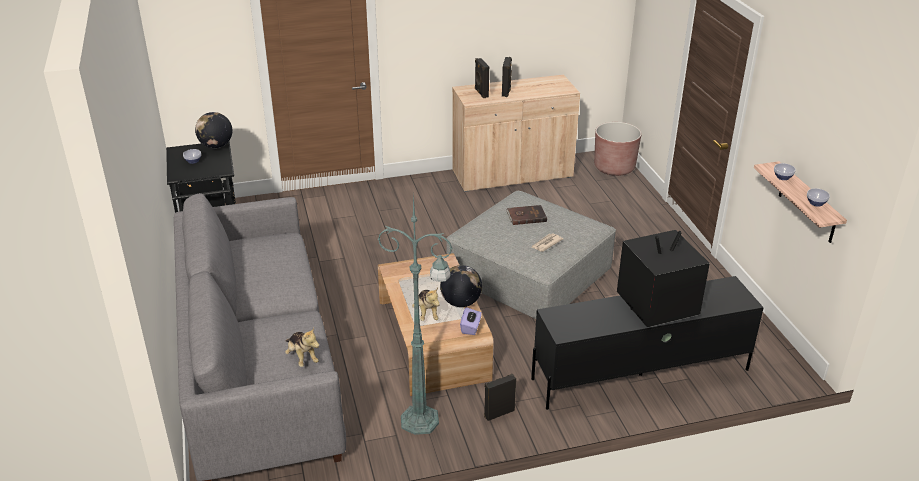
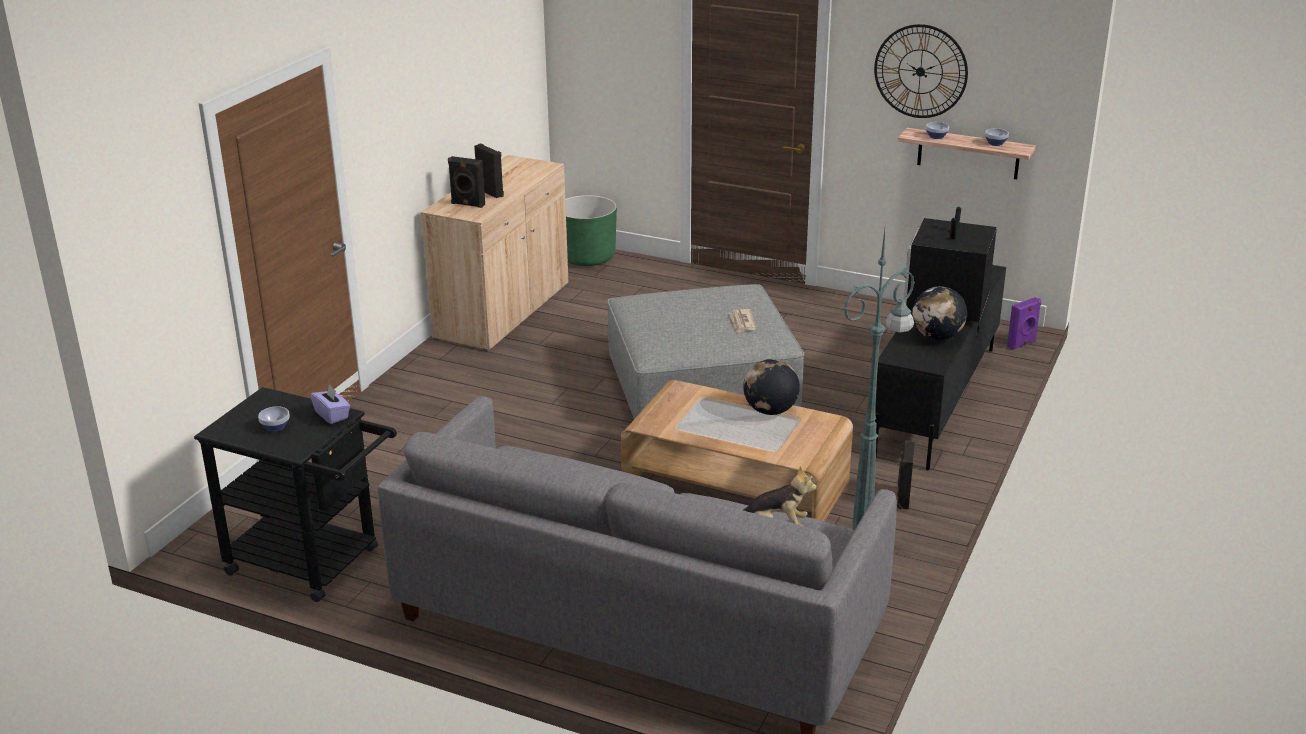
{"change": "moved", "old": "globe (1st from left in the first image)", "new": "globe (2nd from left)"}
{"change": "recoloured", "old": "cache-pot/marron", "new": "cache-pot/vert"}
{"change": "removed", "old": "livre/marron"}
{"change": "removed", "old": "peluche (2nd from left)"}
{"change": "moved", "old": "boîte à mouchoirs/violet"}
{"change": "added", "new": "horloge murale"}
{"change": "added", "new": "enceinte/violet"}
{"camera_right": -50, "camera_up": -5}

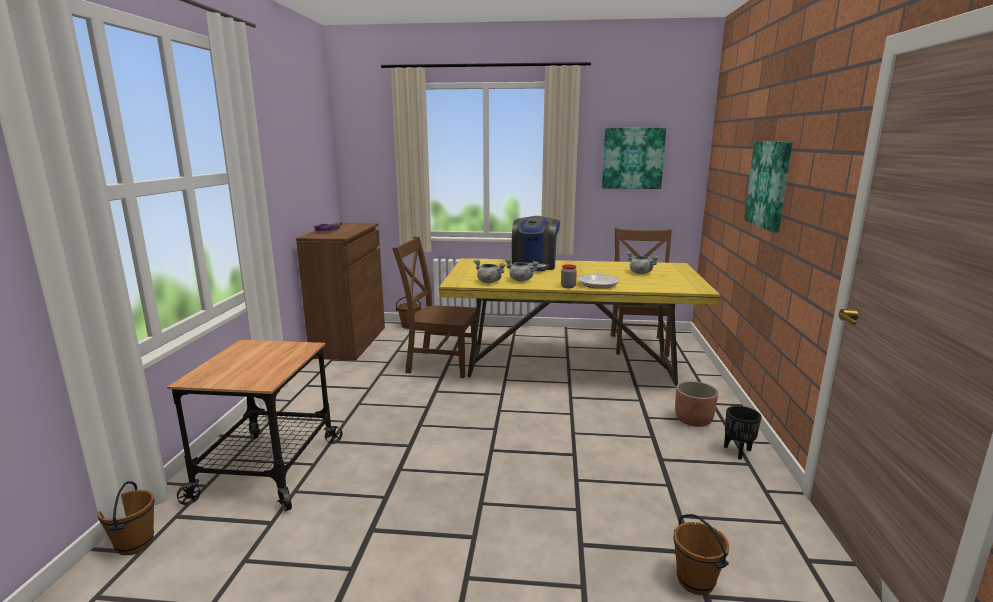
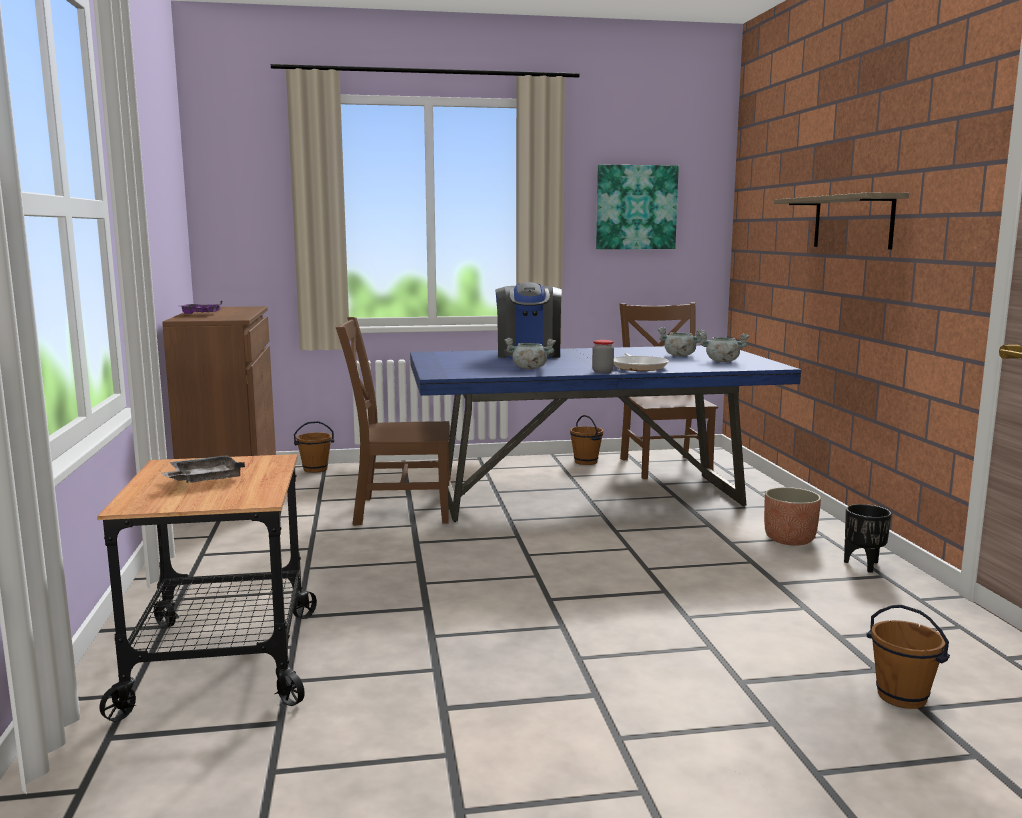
{"change": "replaced", "old": "tableau (2nd from left)", "new": "étagère"}
{"change": "recoloured", "old": "table à manger/jaune", "new": "table à manger/bleu"}
{"change": "moved", "old": "marmite/gris (1st from left in the first image)", "new": "marmite/gris (3rd from left)"}
{"change": "moved", "old": "seau/marron (1st from left in the first image)", "new": "seau/marron (2nd from left)"}
{"change": "added", "new": "plateau/gris"}
{"camera_right": -15, "camera_up": -5}

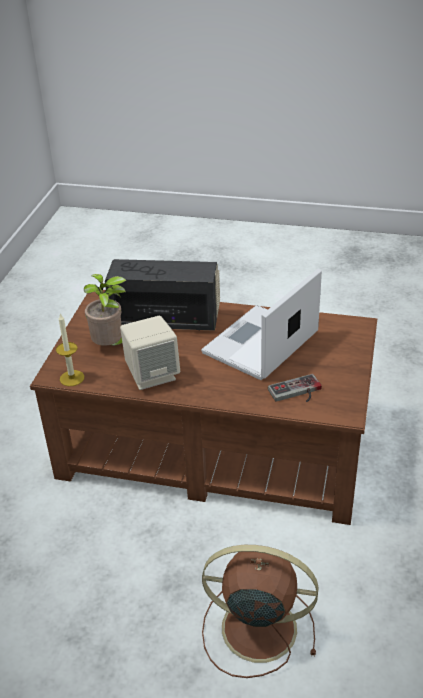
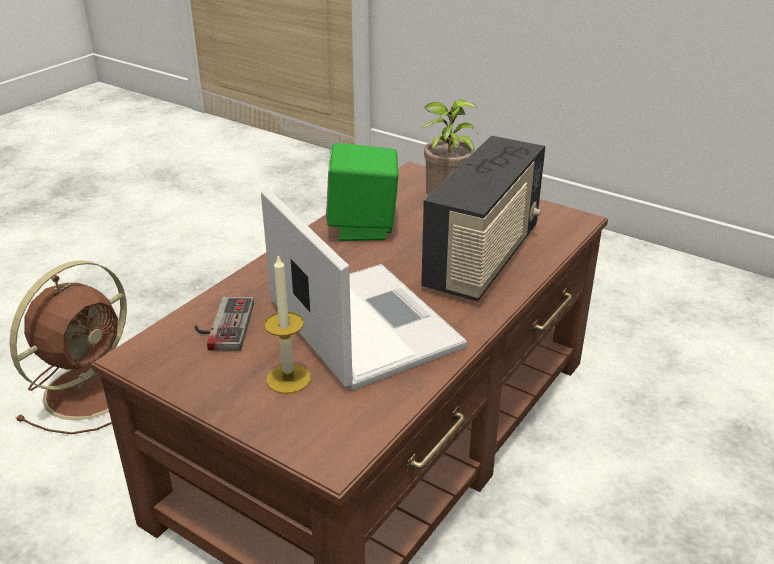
{"change": "moved", "old": "bougie"}
{"change": "recoloured", "old": "enceinte/beige", "new": "enceinte/vert"}
{"camera_right": 110, "camera_up": -5}

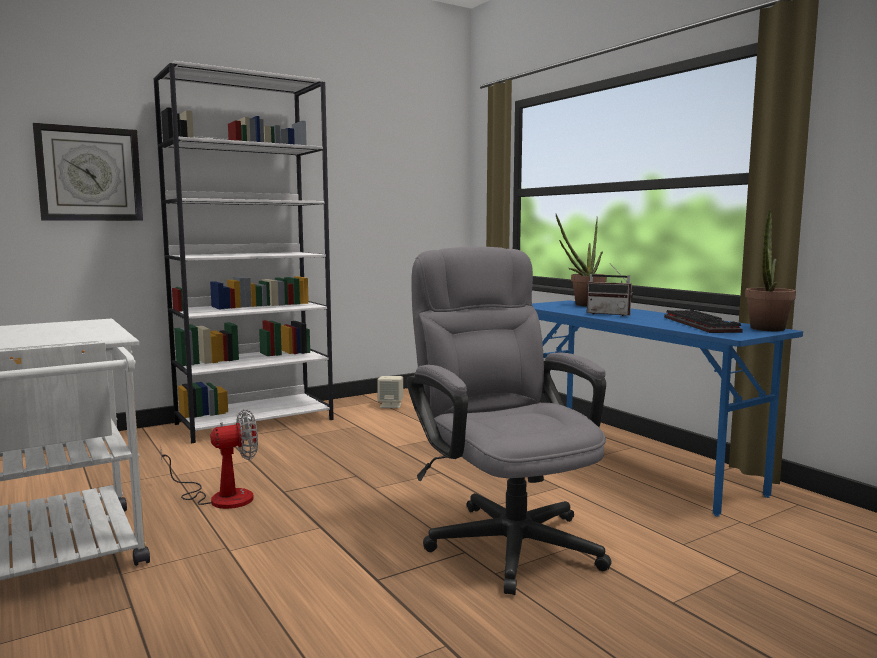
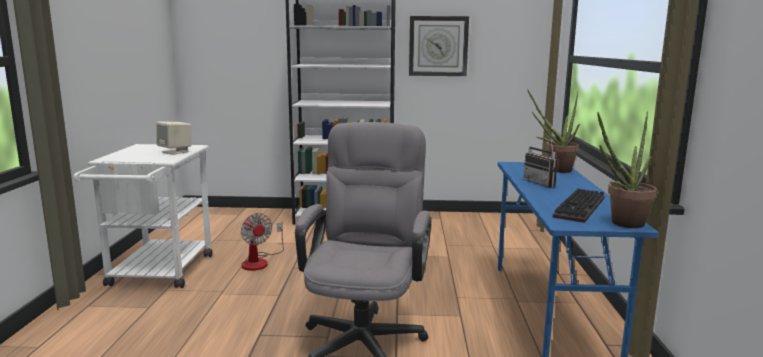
{"change": "moved", "old": "horloge murale"}
{"change": "moved", "old": "enceinte/beige"}
{"change": "turned", "old": "ventilateur", "degrees": 45}
{"camera_right": 35, "camera_up": 5}

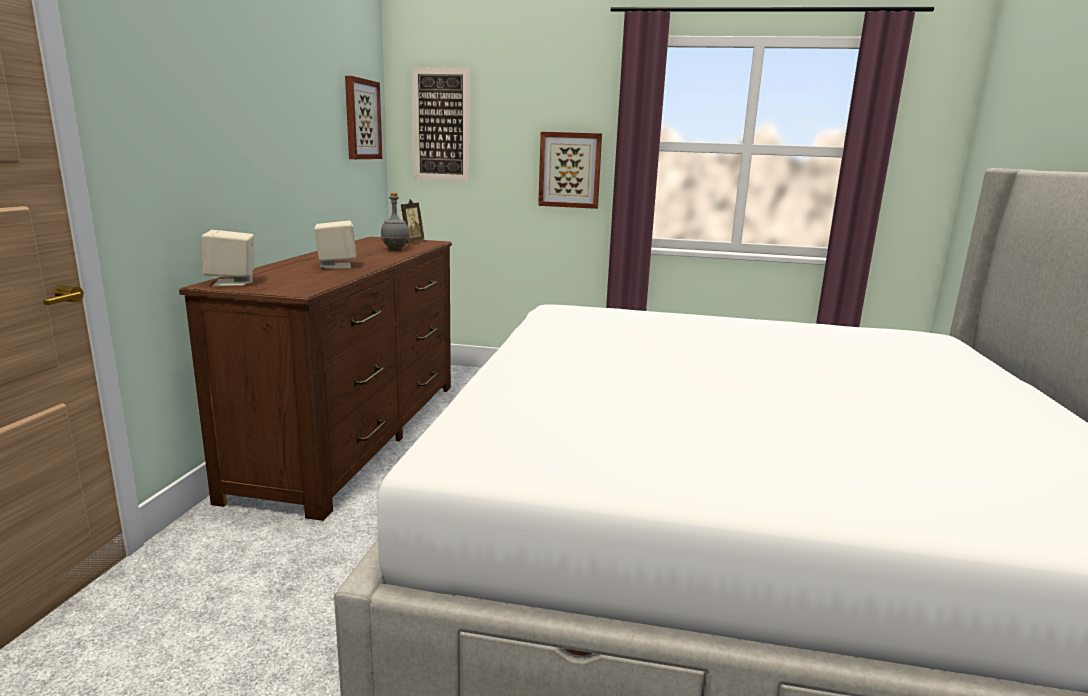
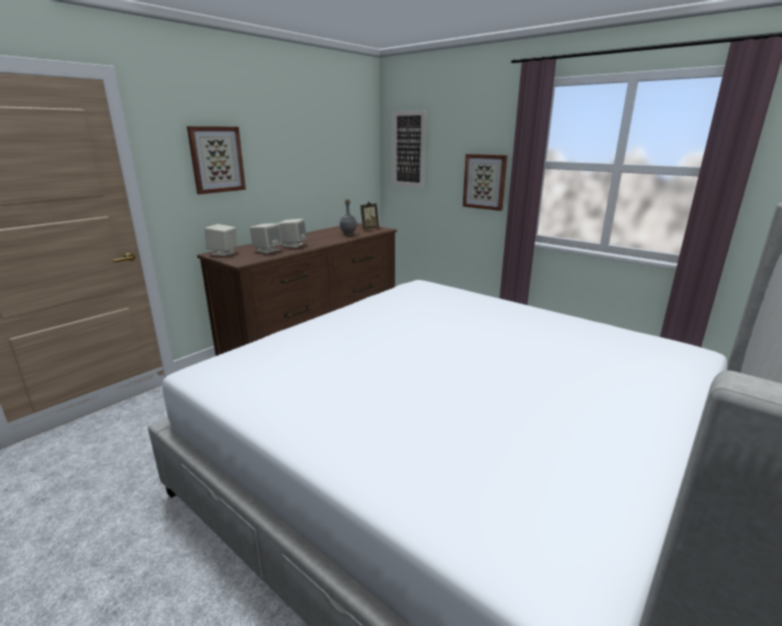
{"change": "moved", "old": "tableau (1st from left)"}
{"change": "added", "new": "enceinte/beige (2nd from left)"}
{"camera_right": 30, "camera_up": 5}

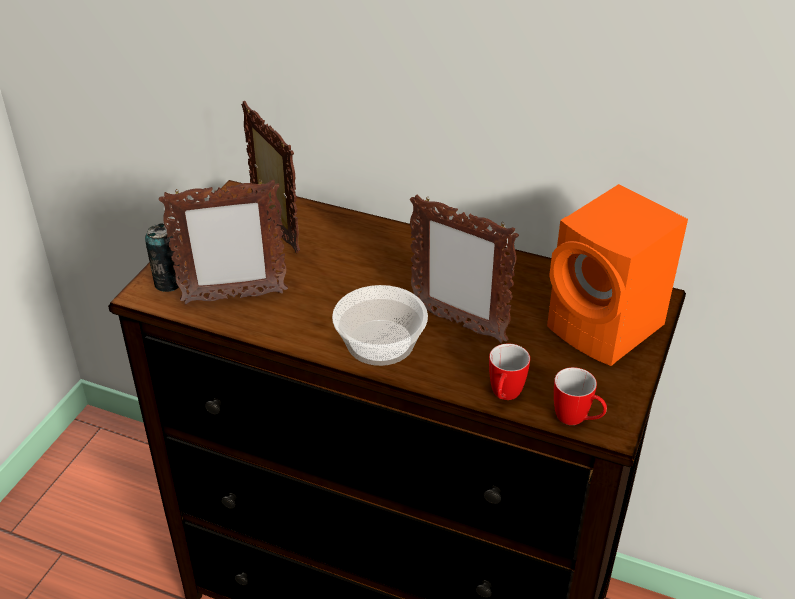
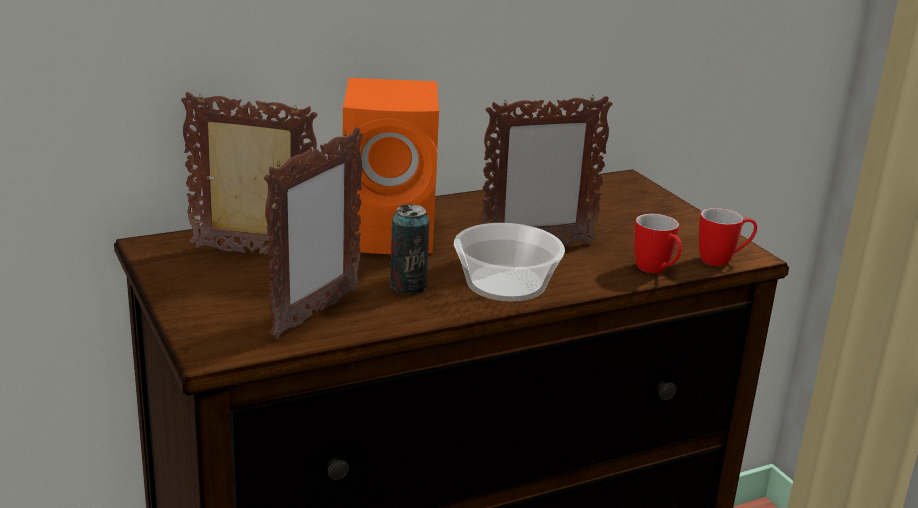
{"change": "moved", "old": "enceinte/orange"}
{"change": "moved", "old": "boîte métallique"}
{"camera_right": -50, "camera_up": -15}

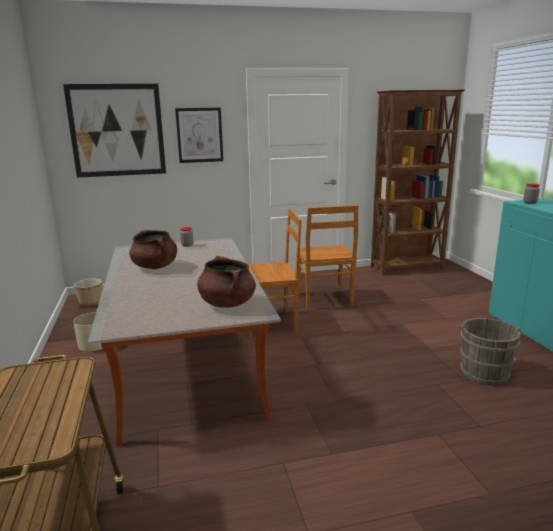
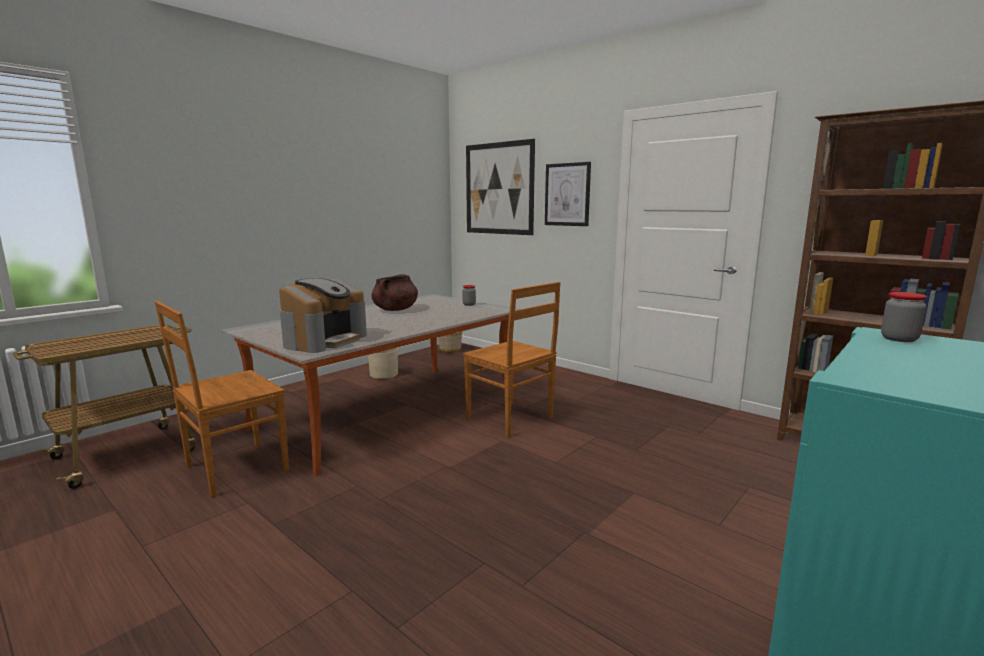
{"change": "moved", "old": "chaise/marron (2nd from left in the first image)", "new": "chaise/marron (1st from left)"}
{"change": "replaced", "old": "marmite/marron (2nd from left)", "new": "machine à café"}
{"change": "removed", "old": "seau/gris"}
{"camera_right": 55, "camera_up": -5}

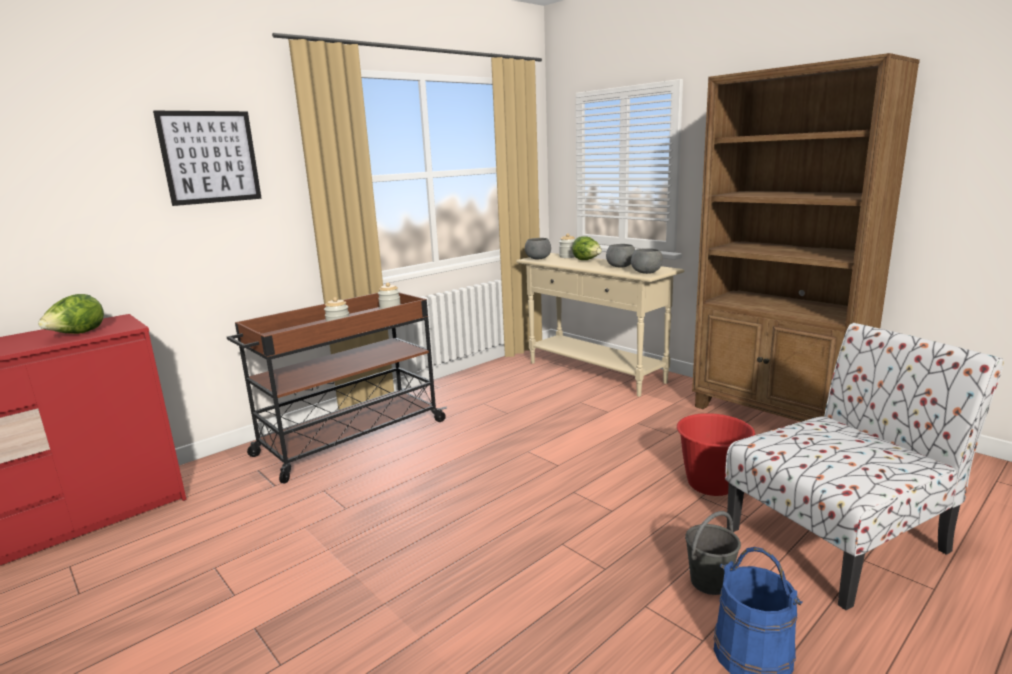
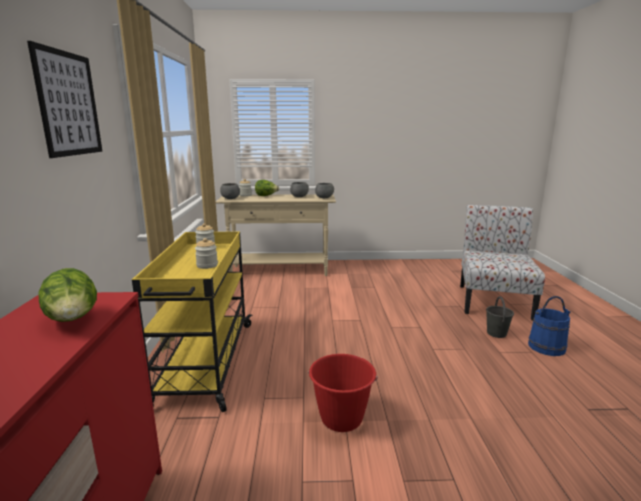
{"change": "removed", "old": "bibliothèque/marron"}
{"change": "recoloured", "old": "chariot/marron", "new": "chariot/jaune"}
{"change": "moved", "old": "seau/rouge"}
{"camera_right": -50, "camera_up": 0}

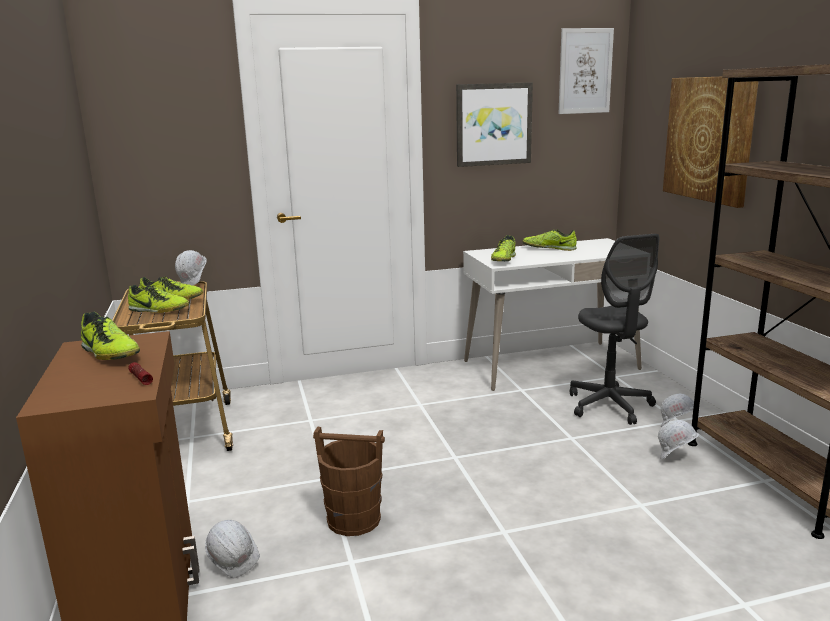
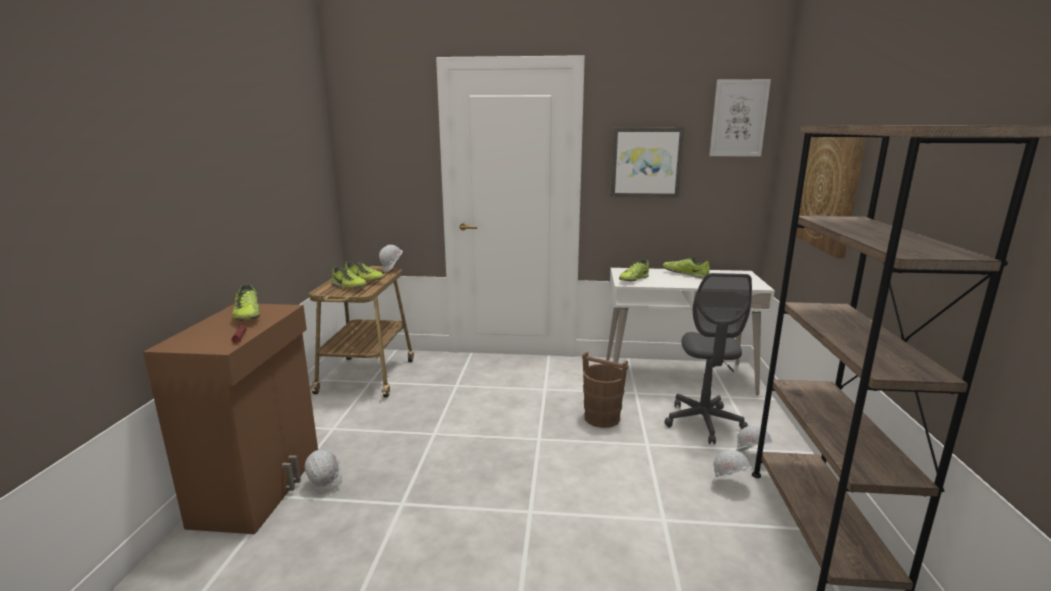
{"change": "moved", "old": "seau/marron"}
{"camera_right": 20, "camera_up": 0}

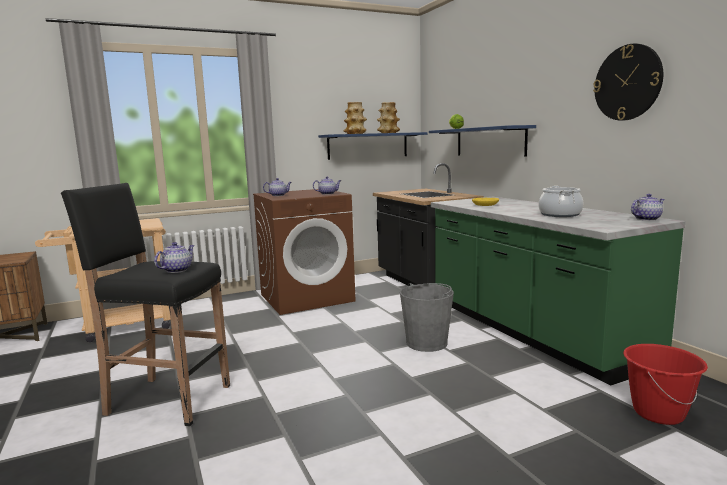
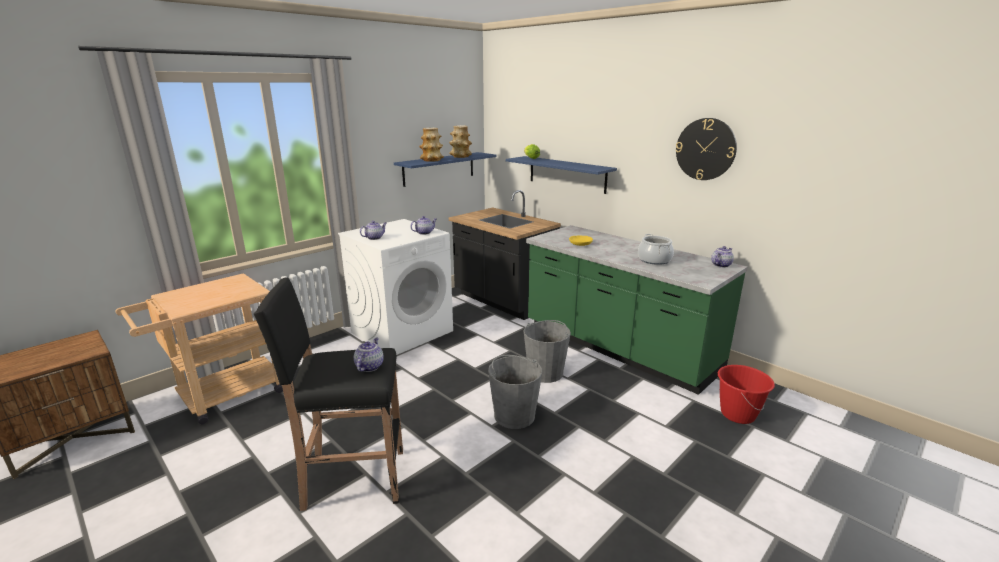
{"change": "recoloured", "old": "lave-linge/marron", "new": "lave-linge/blanc"}
{"change": "added", "new": "seau/gris (1st from left)"}
{"camera_right": -20, "camera_up": 10}

